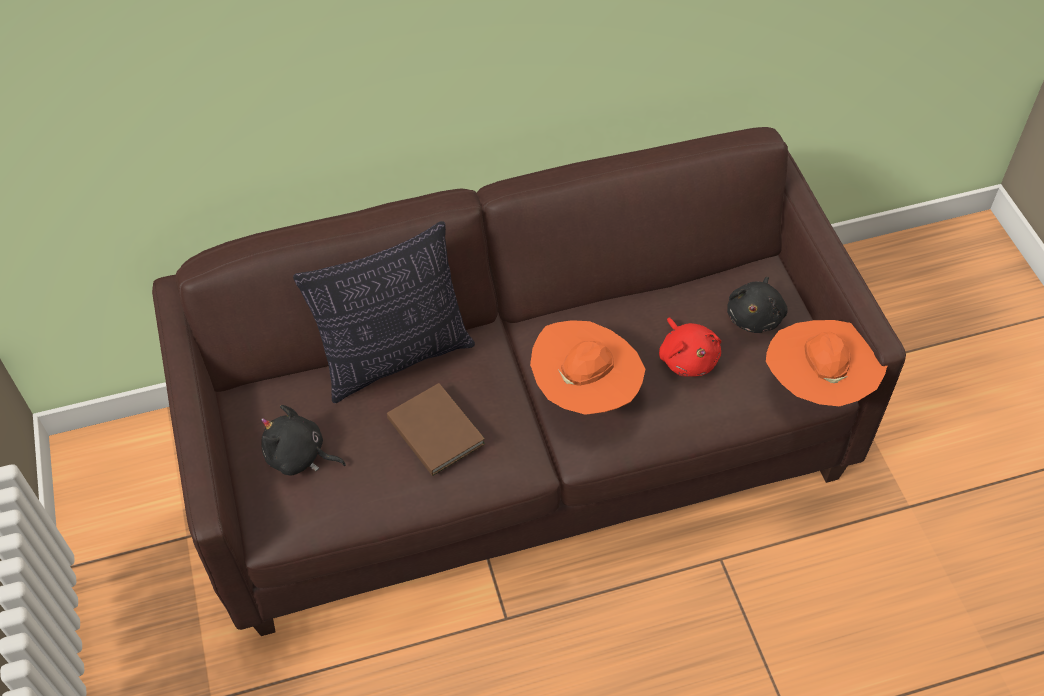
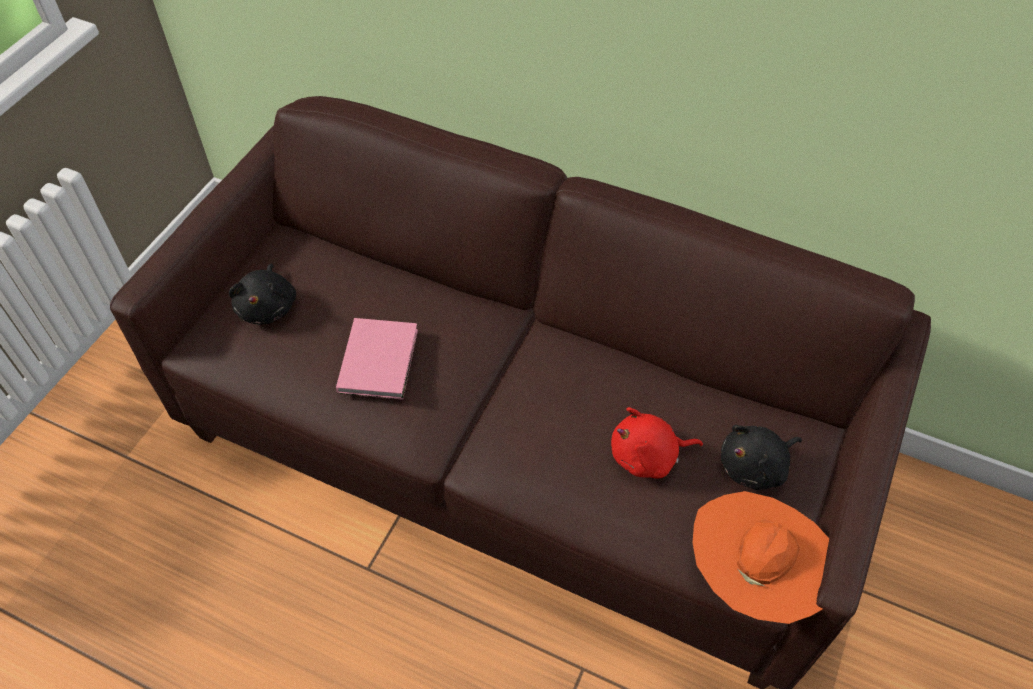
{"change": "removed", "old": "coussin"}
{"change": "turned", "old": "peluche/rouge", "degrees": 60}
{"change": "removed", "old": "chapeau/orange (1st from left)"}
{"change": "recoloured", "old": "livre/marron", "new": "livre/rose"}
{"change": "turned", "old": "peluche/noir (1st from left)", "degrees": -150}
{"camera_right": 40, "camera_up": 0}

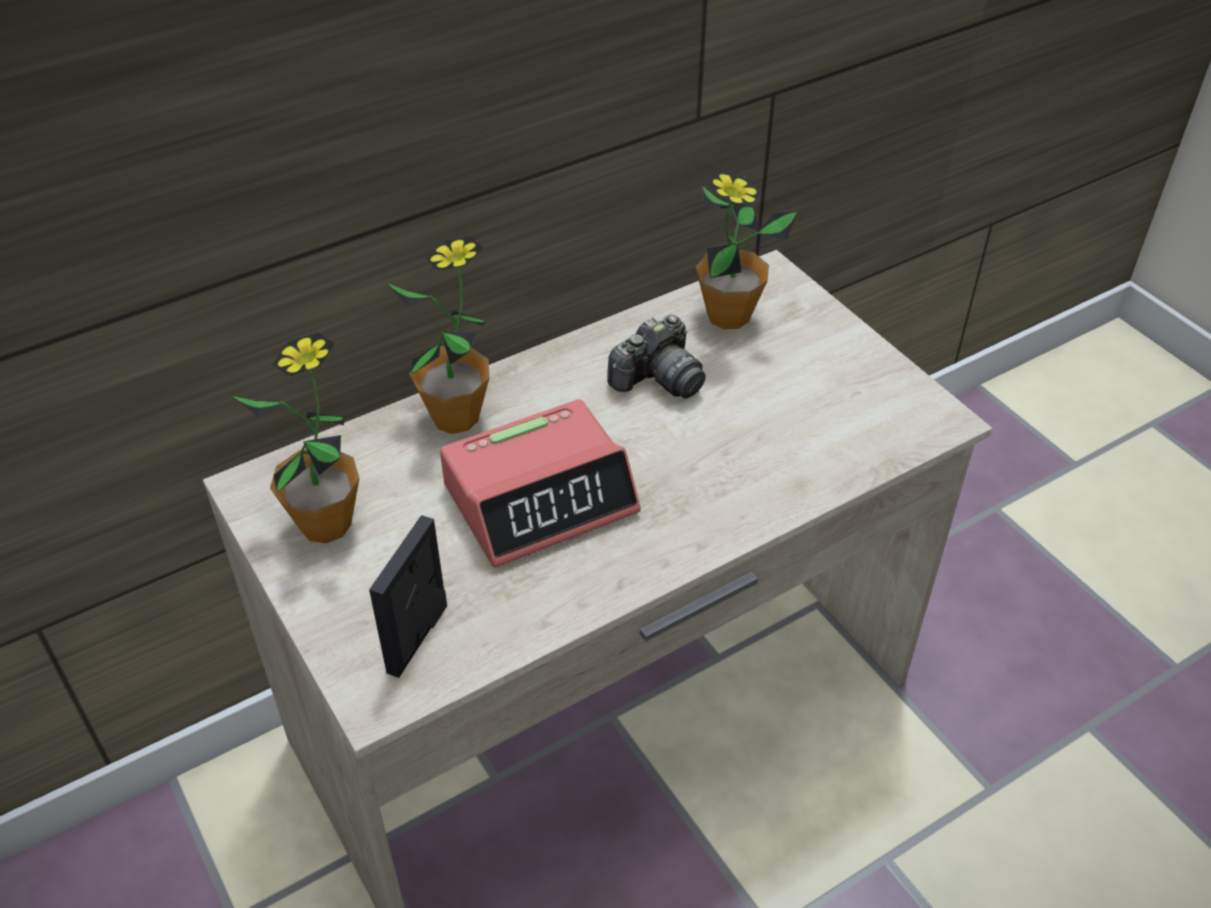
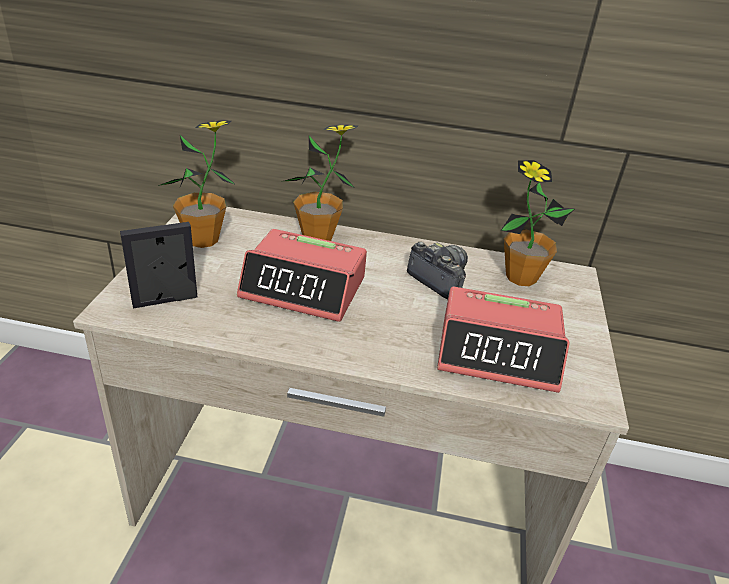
{"change": "turned", "old": "appareil photo", "degrees": -135}
{"change": "added", "new": "réveil (2nd from left)"}
{"camera_right": 40, "camera_up": -10}

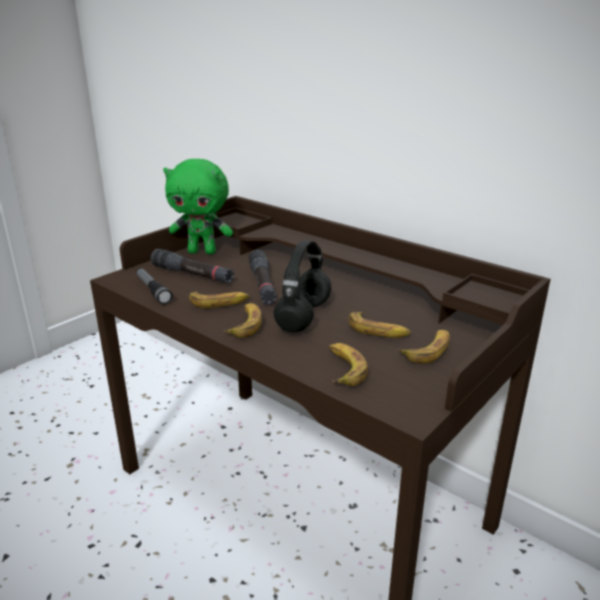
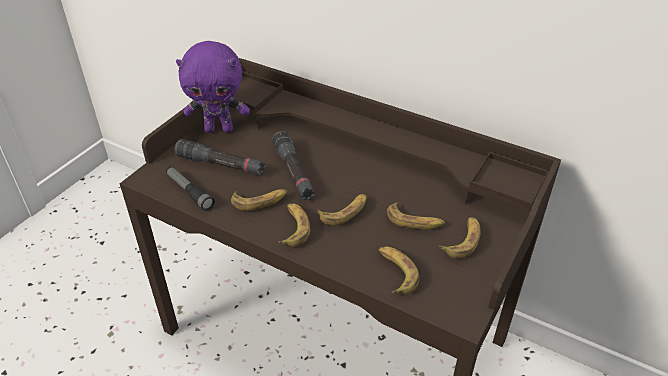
{"change": "recoloured", "old": "peluche/vert", "new": "peluche/violet"}
{"change": "replaced", "old": "casque audio/noir", "new": "banane (3rd from left)"}
{"camera_right": -10, "camera_up": 15}

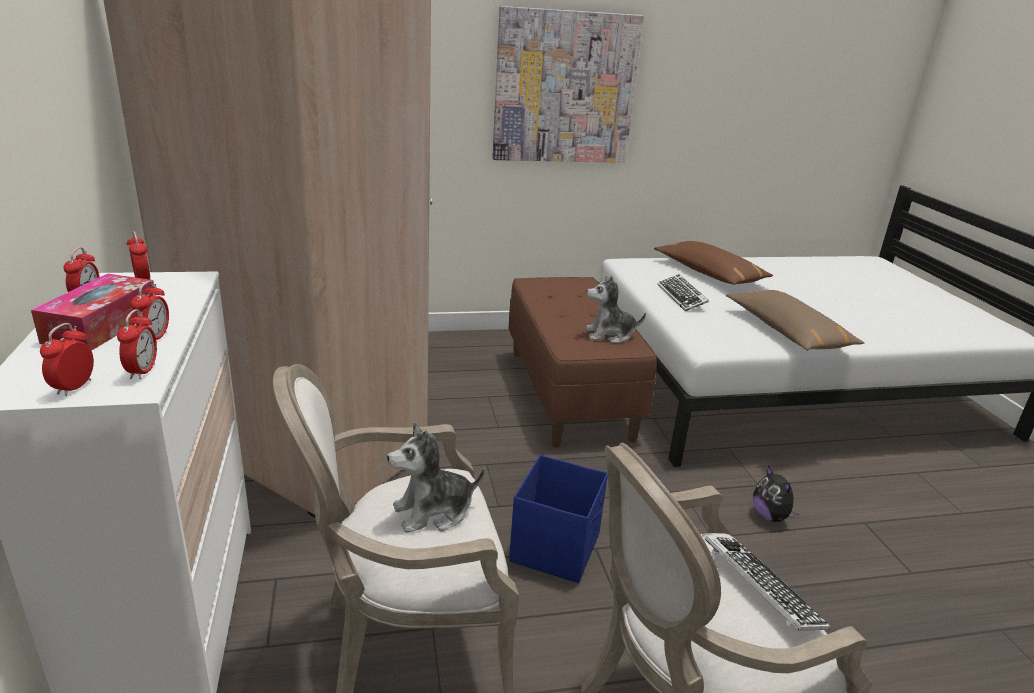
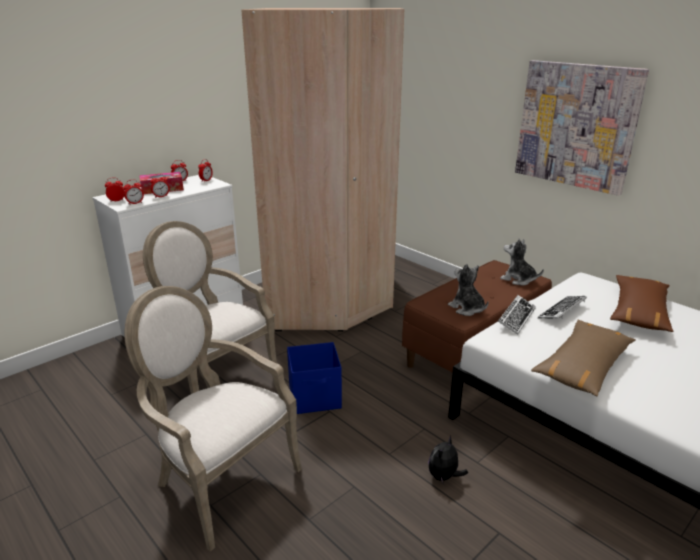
{"change": "moved", "old": "peluche (1st from left in the first image)", "new": "peluche (3rd from left)"}
{"change": "moved", "old": "clavier (2nd from left in the first image)", "new": "clavier (1st from left)"}
{"camera_right": 60, "camera_up": 0}

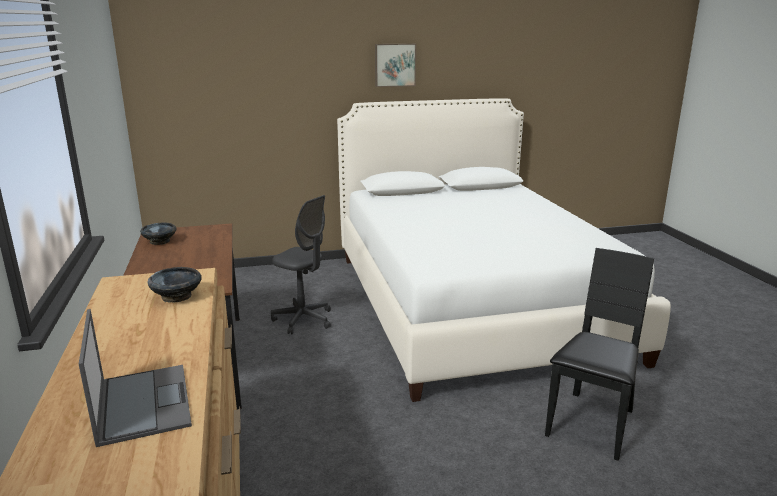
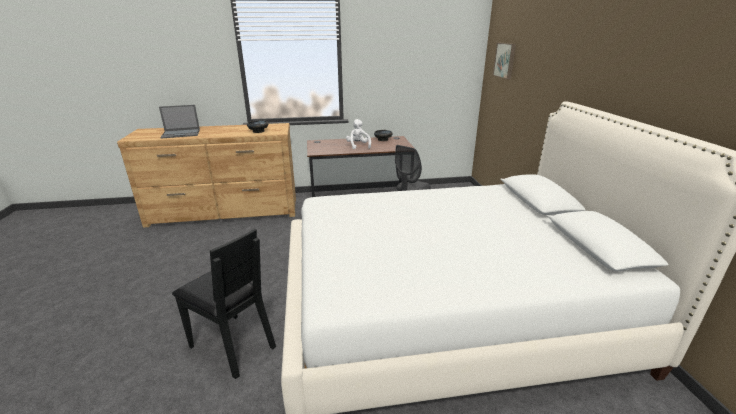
{"change": "moved", "old": "tableau"}
{"change": "added", "new": "peluche/blanc"}
{"camera_right": 95, "camera_up": 5}

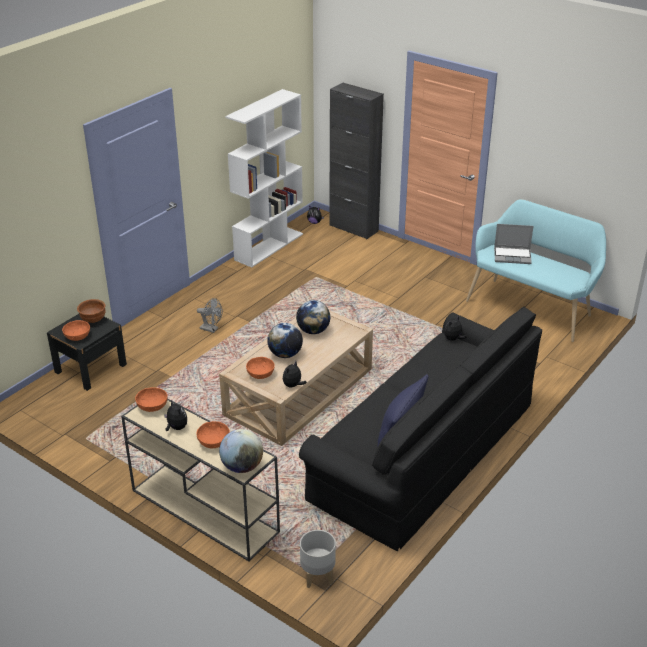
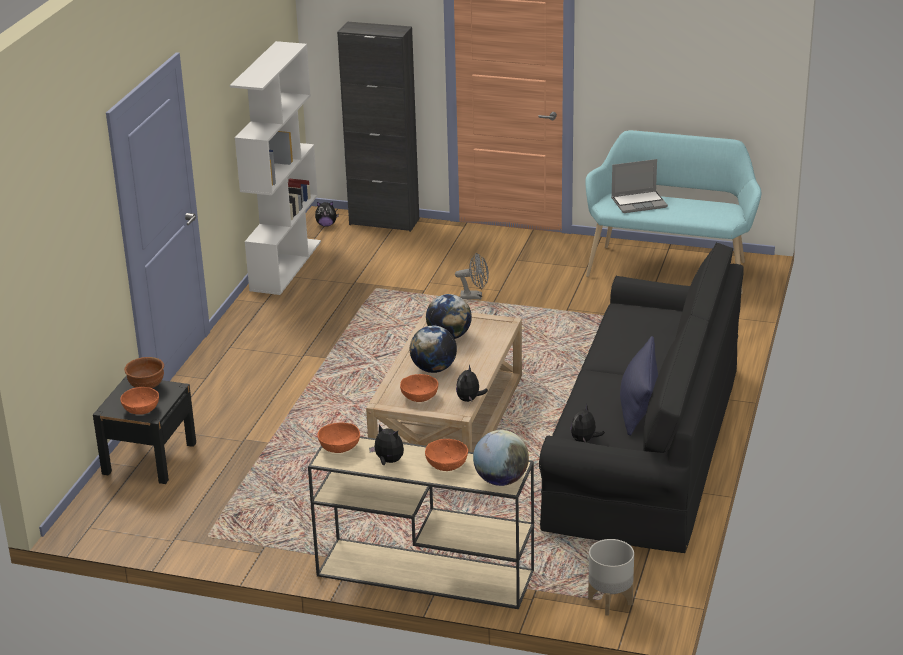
{"change": "moved", "old": "ventilateur/gris"}
{"change": "moved", "old": "peluche (4th from left)"}
{"camera_right": -20, "camera_up": -5}

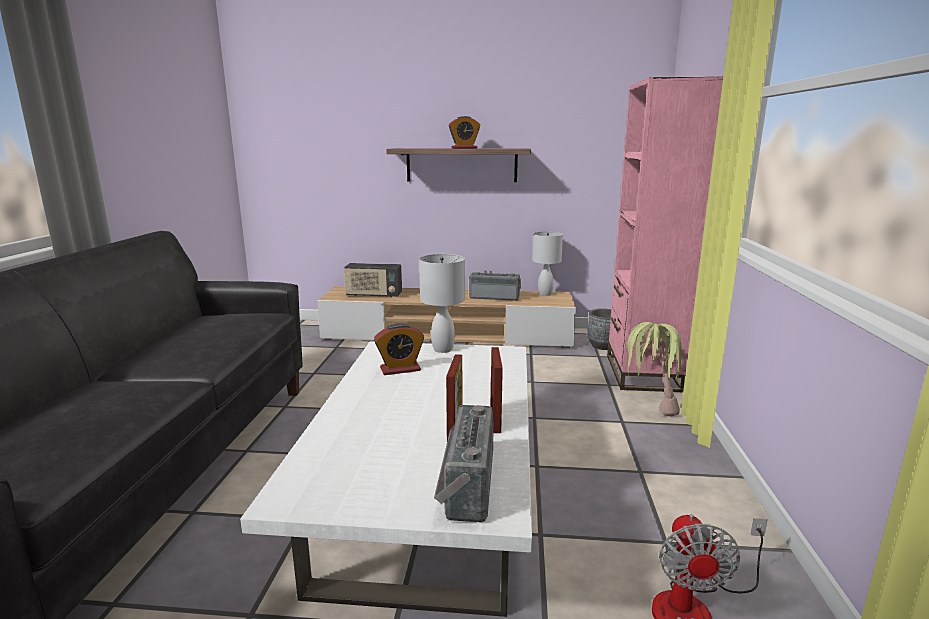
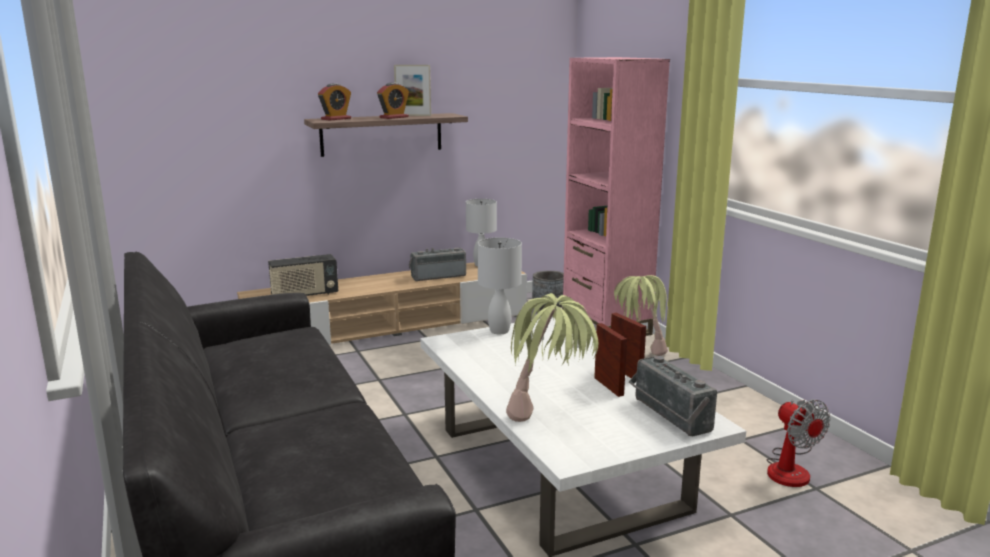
{"change": "moved", "old": "réveil (1st from left)"}
{"change": "added", "new": "cadre photo (1st from left)"}
{"change": "added", "new": "plante en pot (1st from left)"}
{"camera_right": -30, "camera_up": 0}

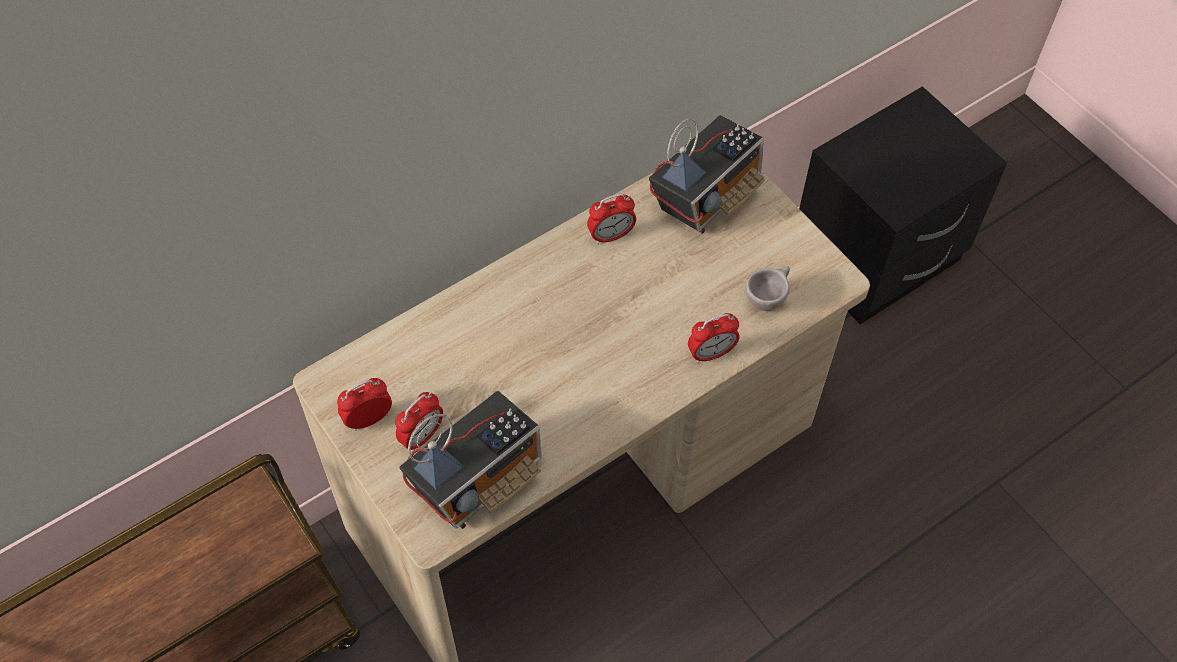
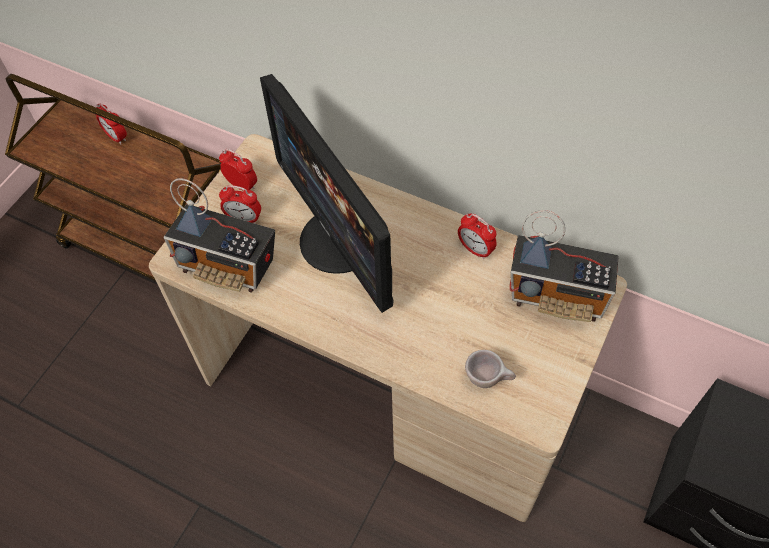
{"change": "moved", "old": "réveil (4th from left in the first image)", "new": "réveil (1st from left)"}
{"change": "added", "new": "écran d'ordinateur"}
{"camera_right": 65, "camera_up": 0}

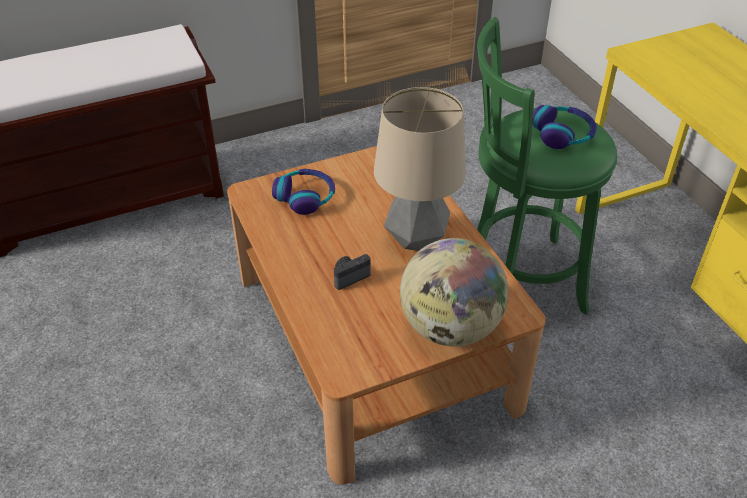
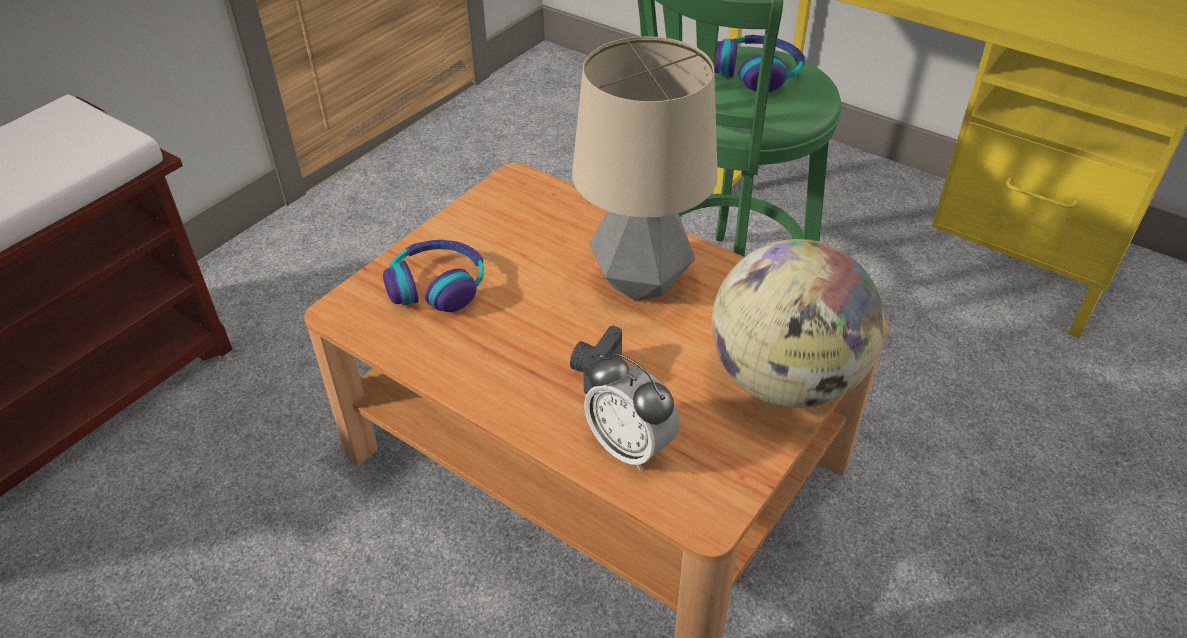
{"change": "added", "new": "réveil"}
{"camera_right": -30, "camera_up": 0}

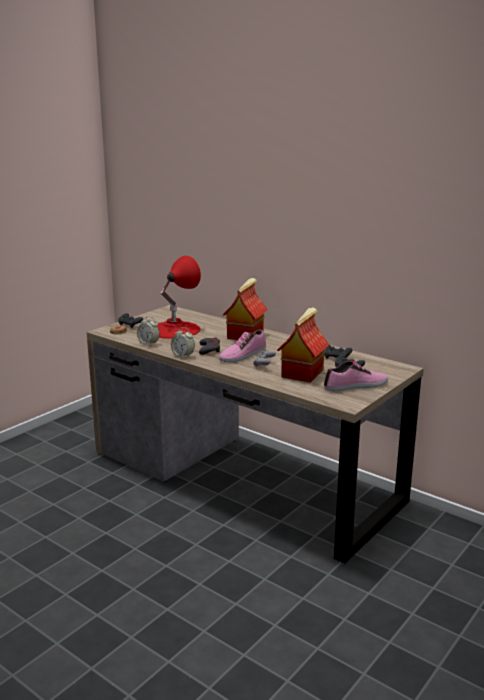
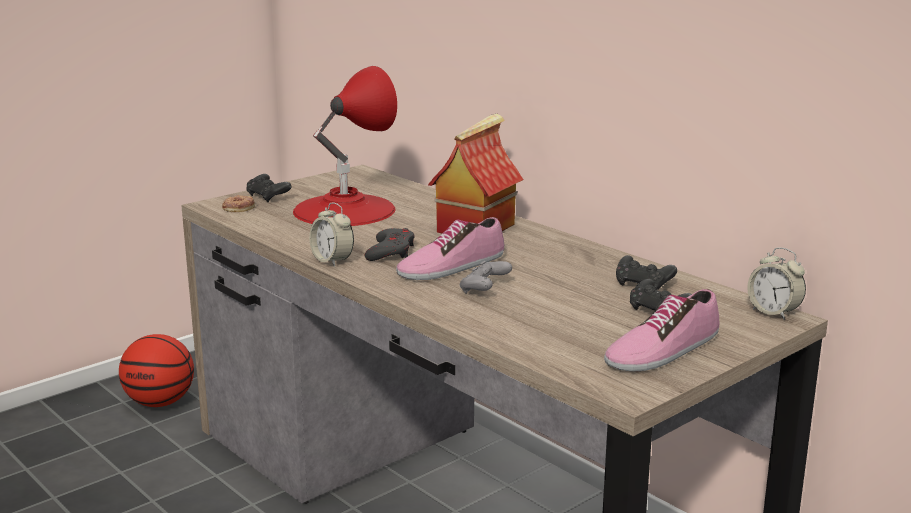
{"change": "removed", "old": "maison miniature (2nd from left)"}
{"change": "moved", "old": "réveil (1st from left in the first image)", "new": "réveil (2nd from left)"}
{"change": "turned", "old": "chaussure (2nd from left)", "degrees": 150}
{"change": "added", "new": "ballon de basket"}
{"camera_right": 10, "camera_up": 0}

